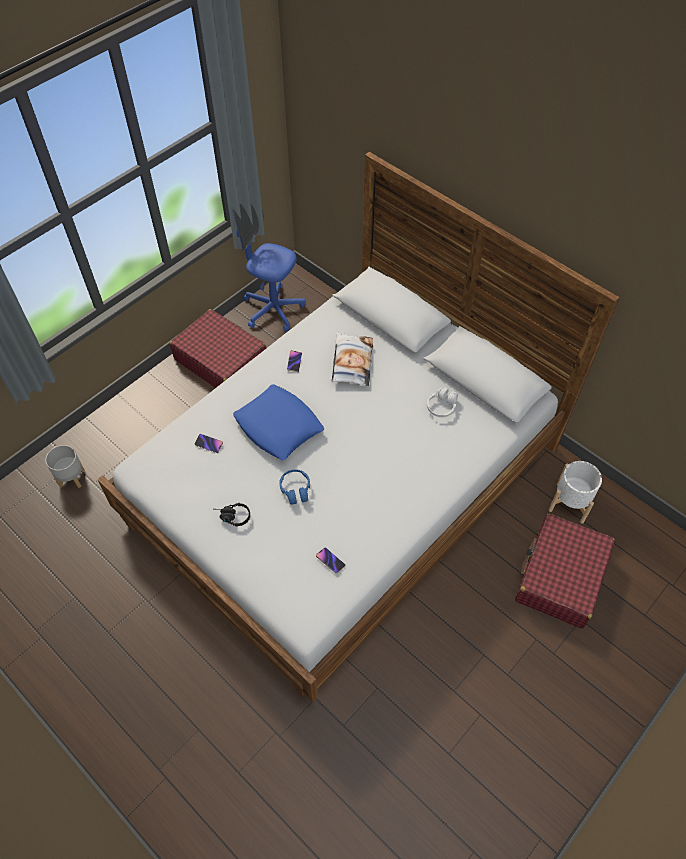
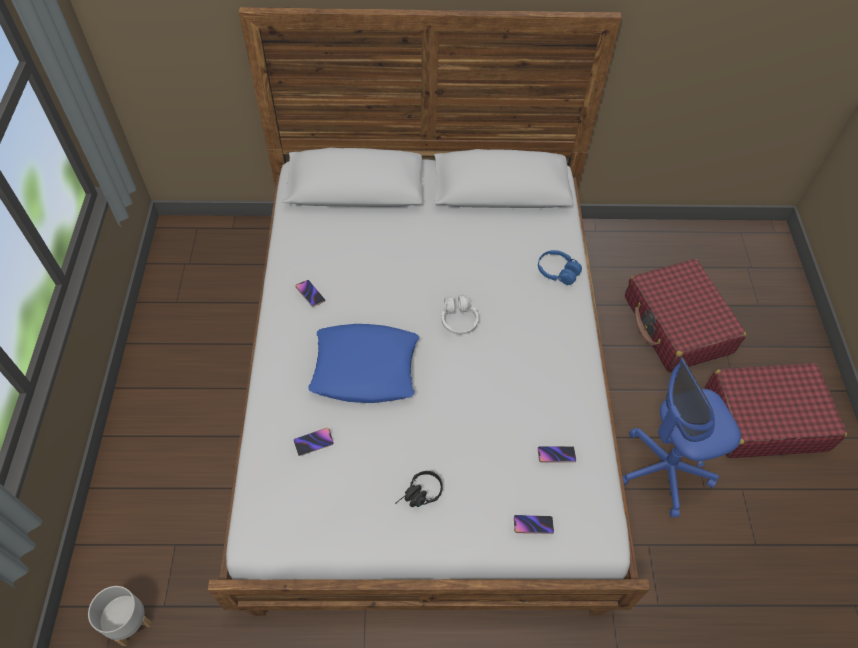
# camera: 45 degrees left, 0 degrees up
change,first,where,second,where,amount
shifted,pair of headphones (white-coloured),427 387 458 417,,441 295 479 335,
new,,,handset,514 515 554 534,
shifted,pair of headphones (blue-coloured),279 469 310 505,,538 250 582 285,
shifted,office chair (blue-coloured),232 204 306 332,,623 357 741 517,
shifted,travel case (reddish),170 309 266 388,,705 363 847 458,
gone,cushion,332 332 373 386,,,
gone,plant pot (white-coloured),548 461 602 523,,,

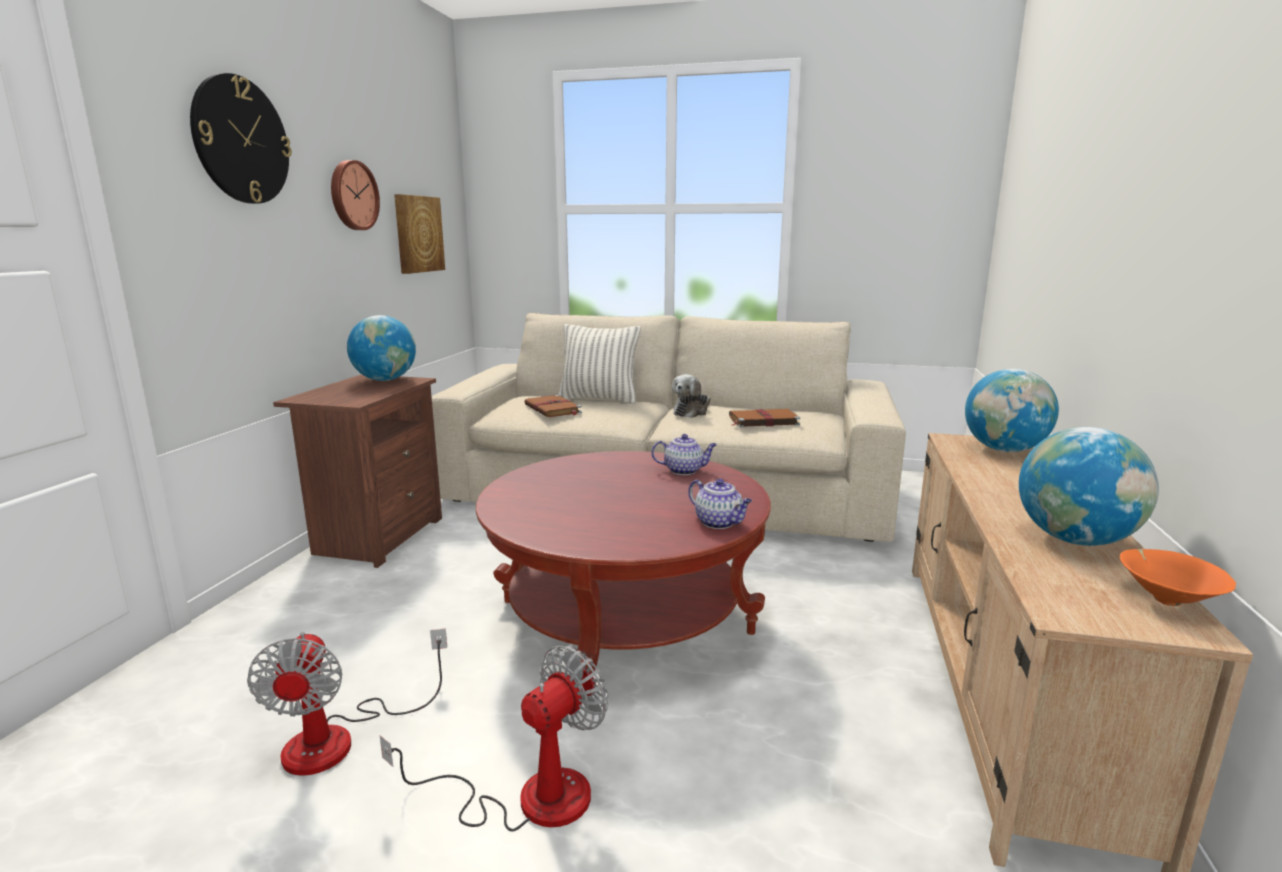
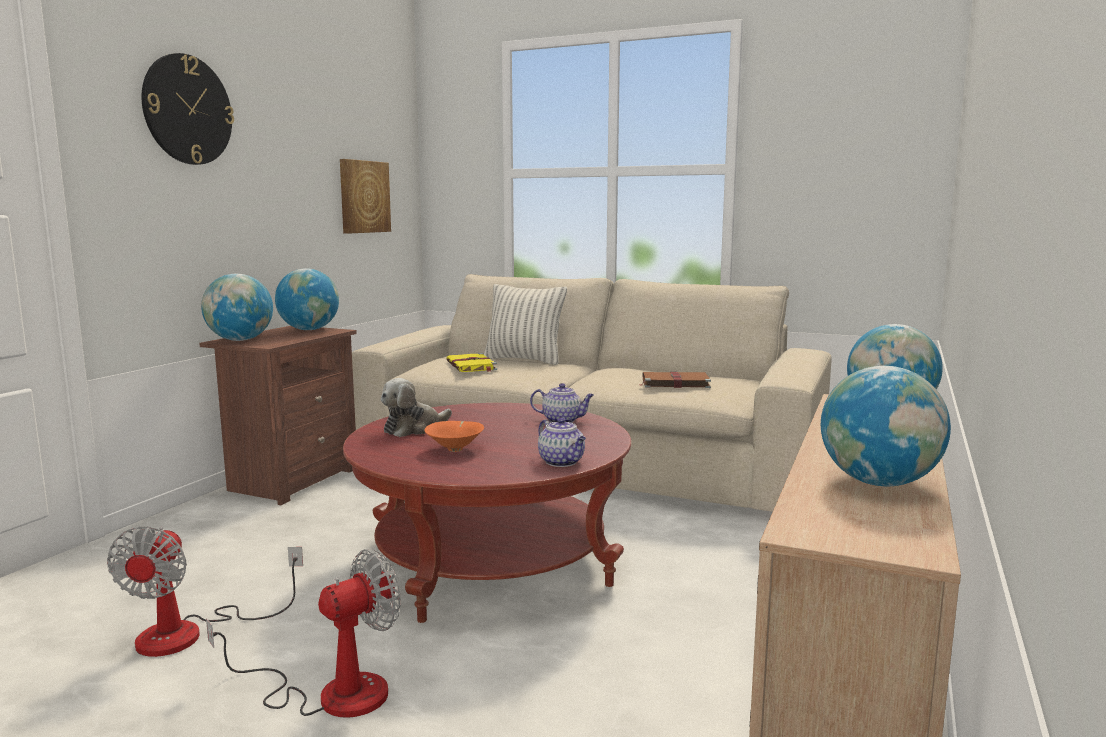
# camera: 10 degrees right, 5 degrees down
change,first,where,second,where,amount
new,,,globe,201 274 273 341,
shifted,cuddly toy,672 374 711 418,,381 378 452 437,
shifted,serving bowl (orange-coloured),1120 549 1236 606,,424 421 484 452,
repainted,volume (brown-coloured),524 395 582 417,volume (yellow-coloured),446 353 497 372,
gone,wall clock,331 160 380 230,,,

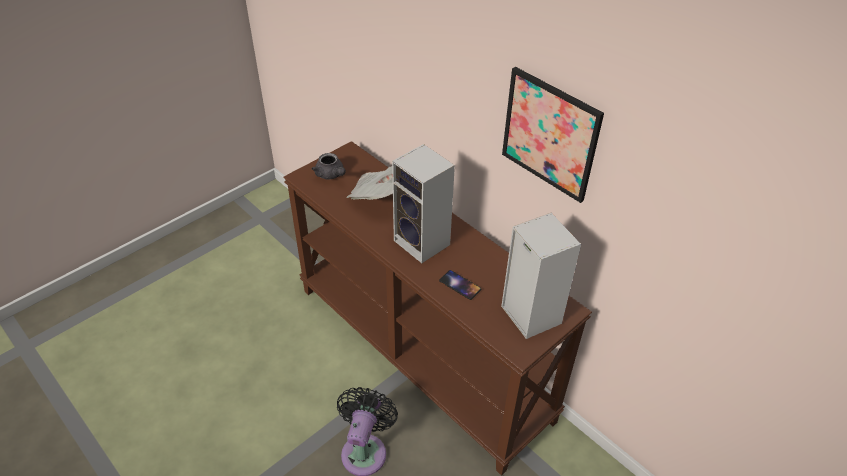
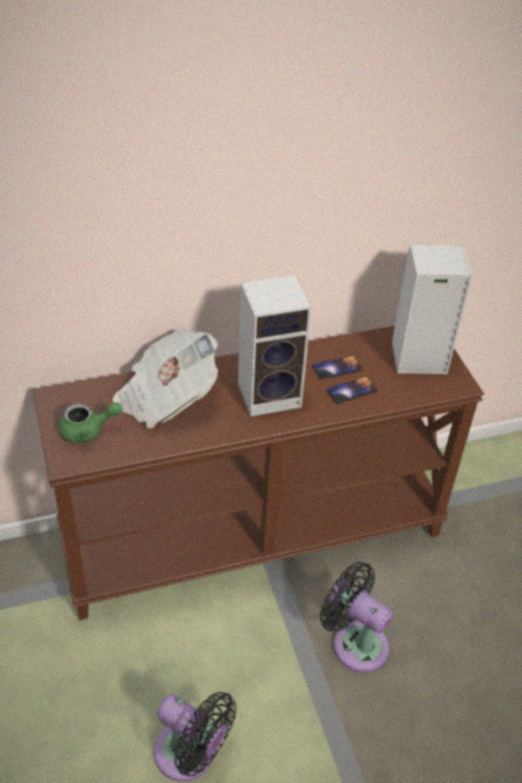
# camera: 65 degrees left, 0 degrees up
change,first,where,second,where,amount
repainted,pot for tea (greyish),312 153 346 179,pot for tea (green-coloured),59 402 122 443,
new,,,electric fan (blackish),154 692 237 782,
new,,,handset,312 356 362 379,
gone,wall picture,502 67 604 203,,,

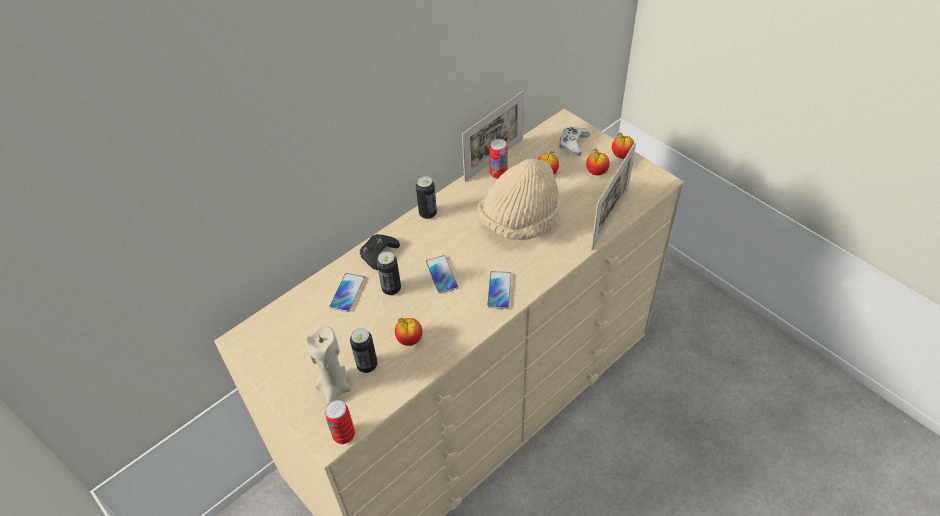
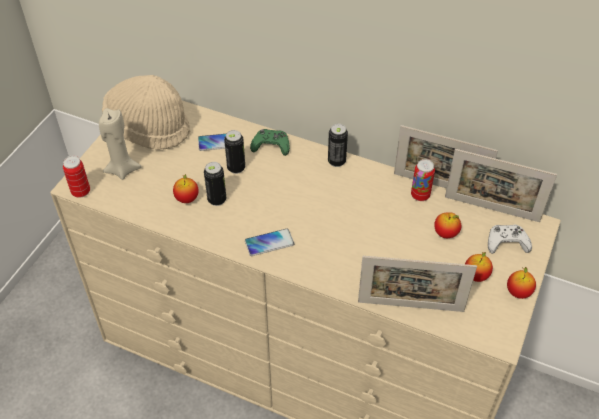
# camera: 65 degrees right, 0 degrees up
change,first,where,second,where,amount
shifted,wearable hat (beige-coloured),477 158 560 240,,102 75 190 149,
shifted,sealed can,350 328 378 373,,204 162 226 206,
repainted,gamepad (blackish),360 234 400 270,gamepad (green-coloured),250 129 290 156,
new,,,picture frame,445 149 557 222,
gone,handset,426 255 459 294,,,

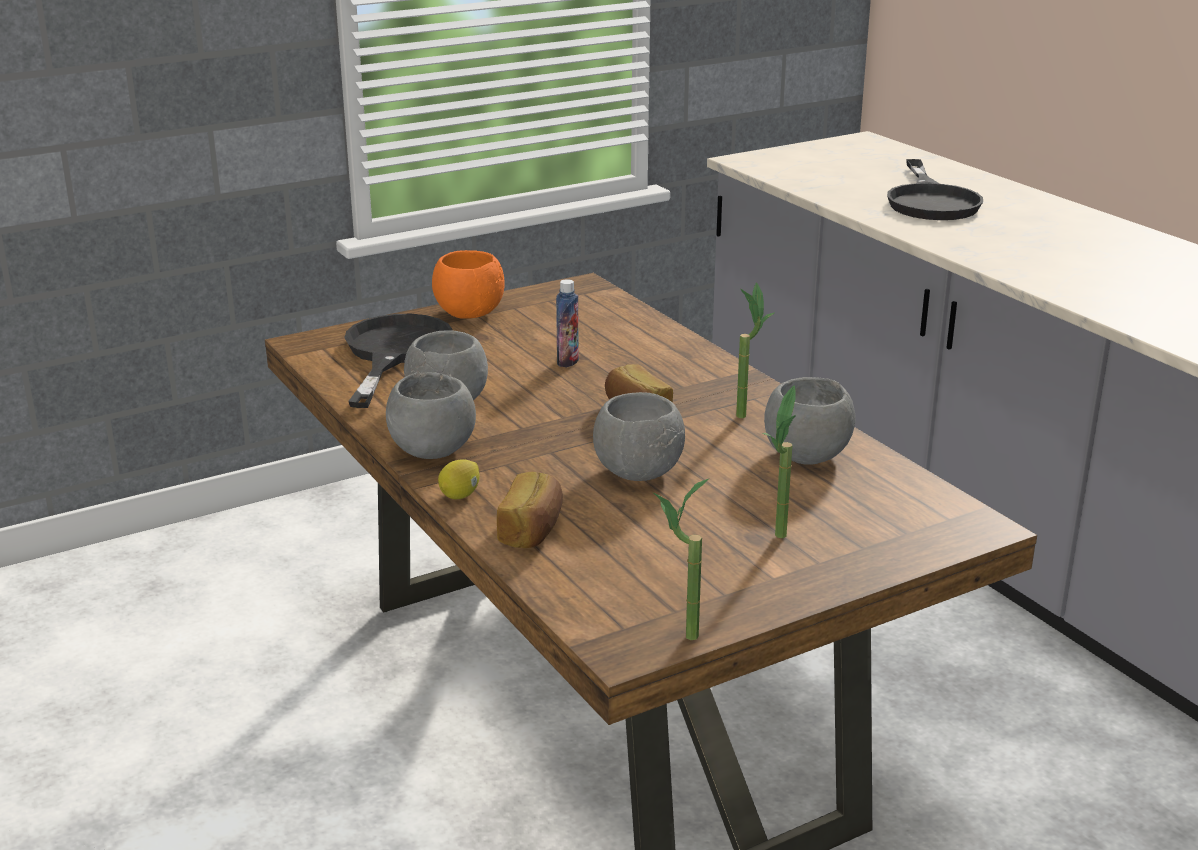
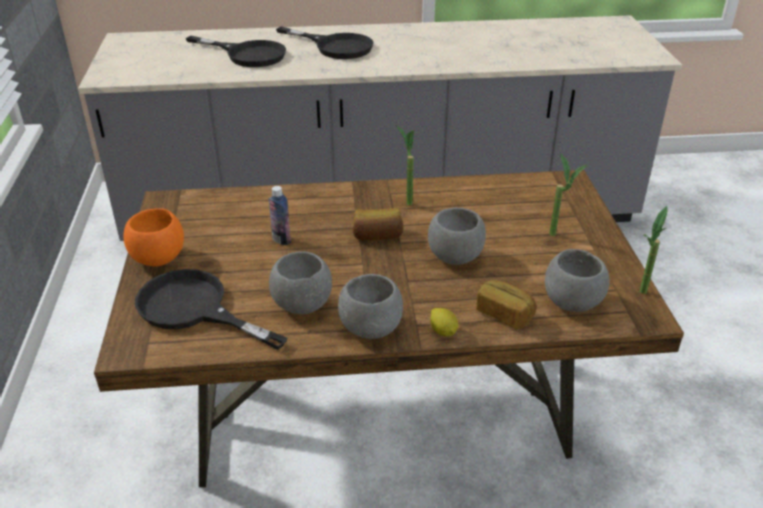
# camera: 65 degrees left, 10 degrees up
change,first,where,second,where,amount
new,,,skillet (blackish),276 26 374 59,
shifted,serving bowl (greyish),764 377 856 465,,545 249 610 312,

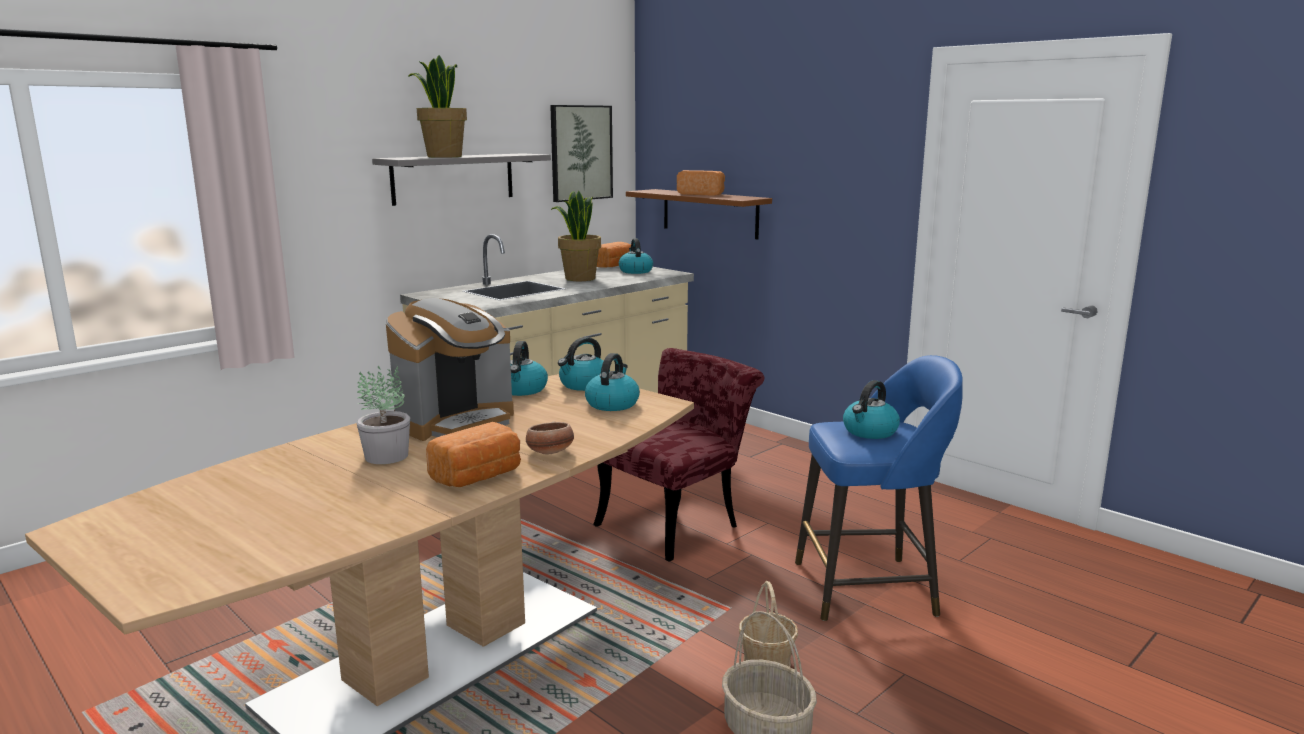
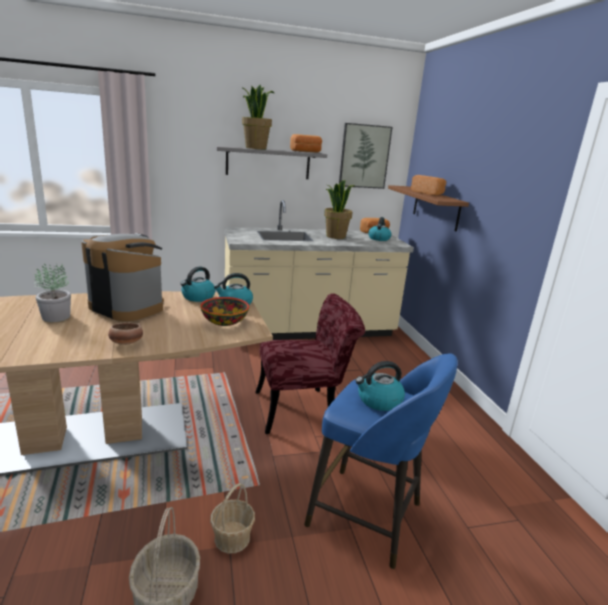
# camera: 30 degrees right, 5 degrees up
change,first,where,second,where,amount
rotated,coffee maker,385 298 514 441,,81 233 164 321,135 degrees counterclockwise
swapped,tea kettle,585 353 640 411,serving bowl,201 297 249 326,
shifted,baked bread,426 422 521 487,,290 134 322 153,

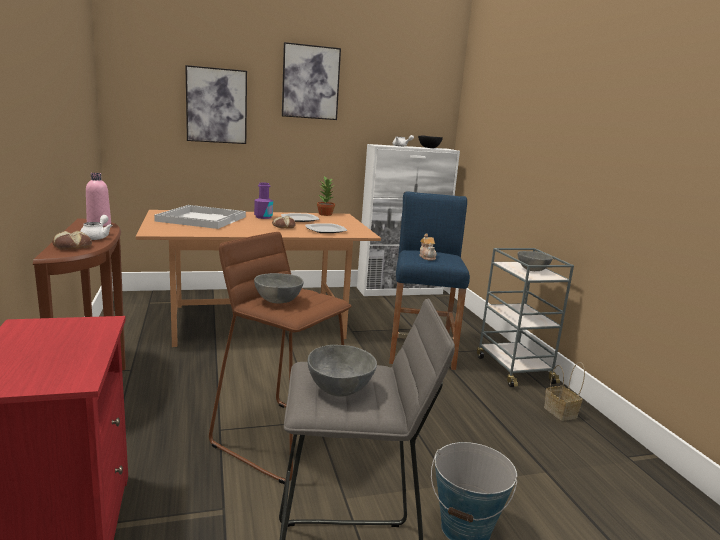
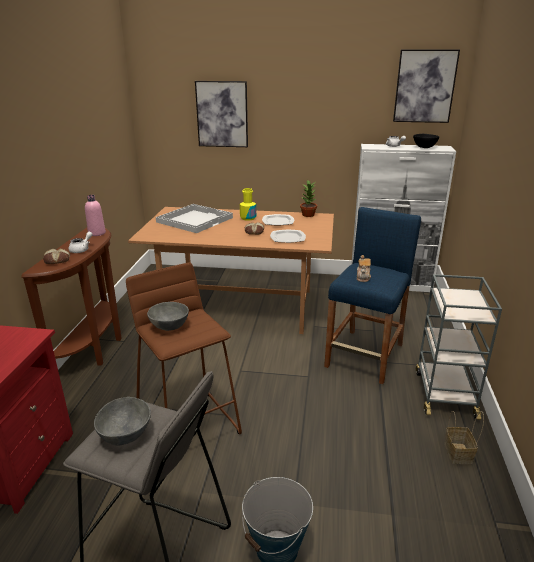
# camera: 25 degrees right, 10 degrees up
change,first,where,second,where,amount
repainted,drink bottle (purple-coloured),254 183 273 219,drink bottle (yellow-coloured),240 188 256 220,
shifted,wall picture,282 42 341 120,,393 49 460 123,
gone,serving bowl (greyish),518 251 553 271,,,

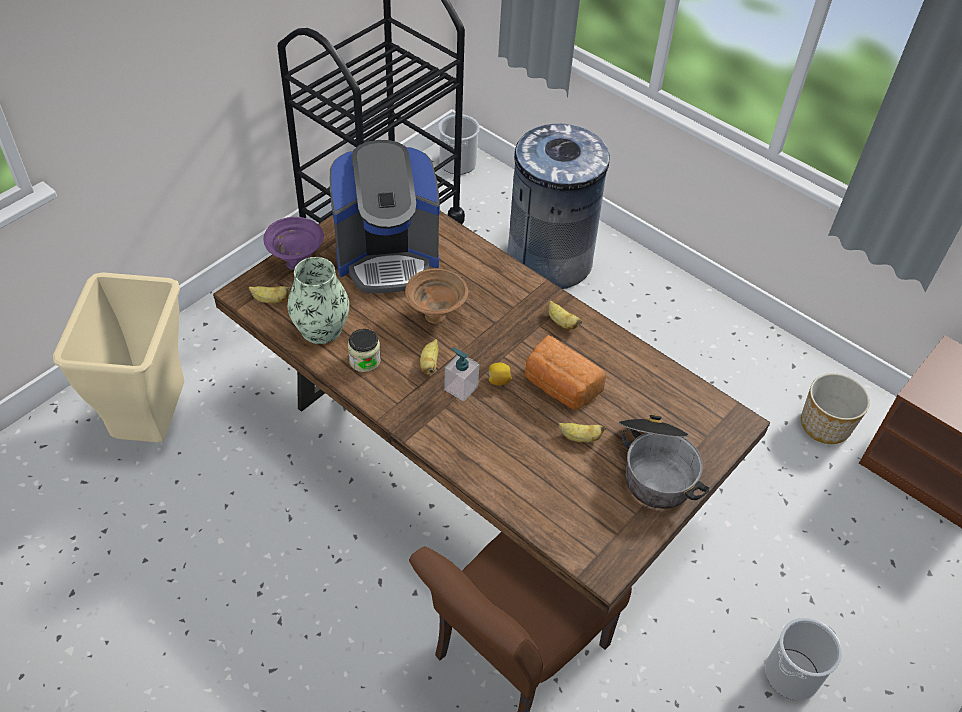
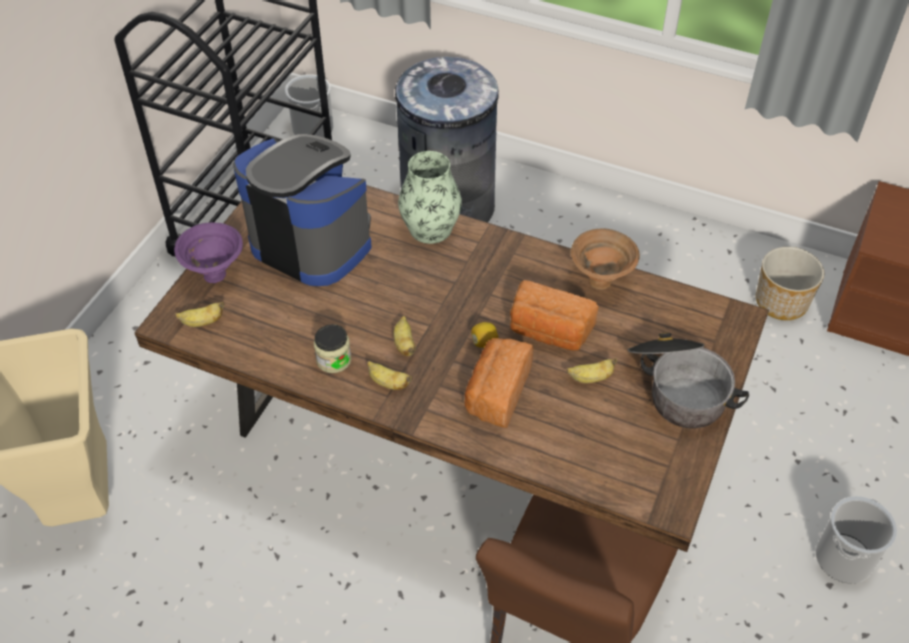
# camera: 15 degrees left, 0 degrees up
change,first,where,second,where,amount
rotated,coffee maker,330 140 440 293,,233 134 372 286,120 degrees counterclockwise
shifted,banana fruit,548 301 582 329,,367 361 412 390,
shifted,decorative vase,287 257 349 344,,398 151 462 244,
new,,,baked bread,465 338 533 428,
shifted,serving bowl (brown-coloured),405 268 468 324,,571 229 640 290,
gone,soap bottle,444 347 479 402,,,

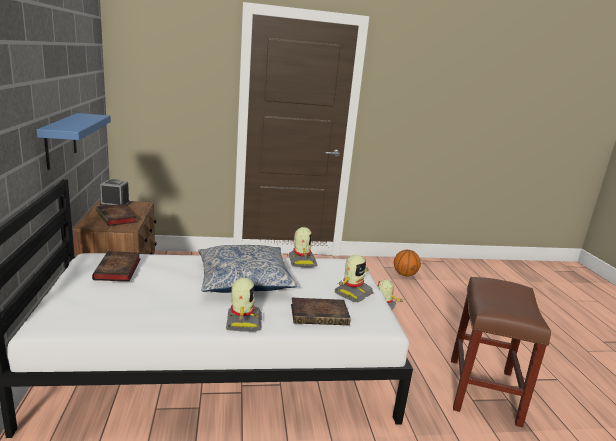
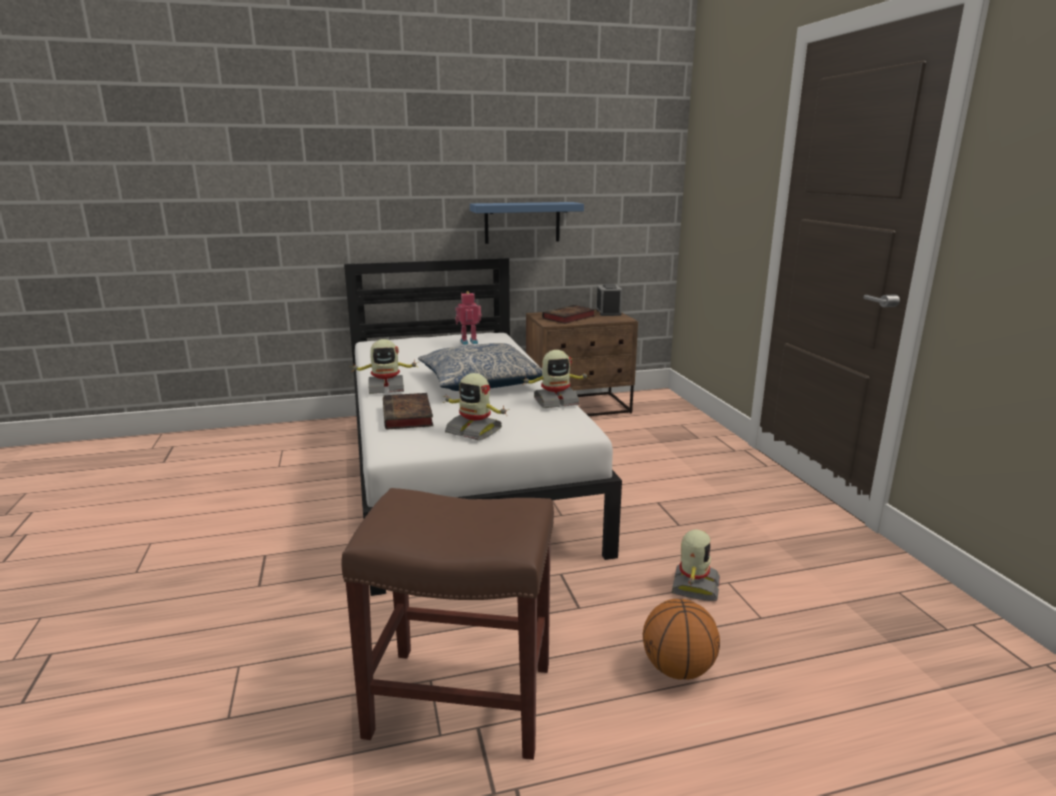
# camera: 85 degrees right, 0 degrees up
change,first,where,second,where,amount
swapped,volume,92 251 141 282,toy robot,455 291 482 345,
shifted,basketball ball,394 250 421 277,,643 599 720 680,

